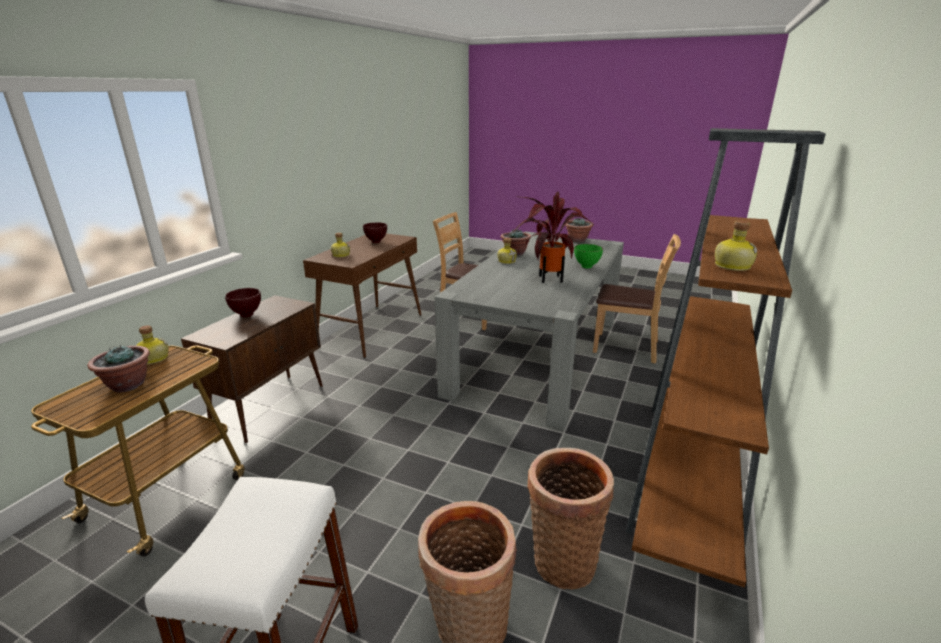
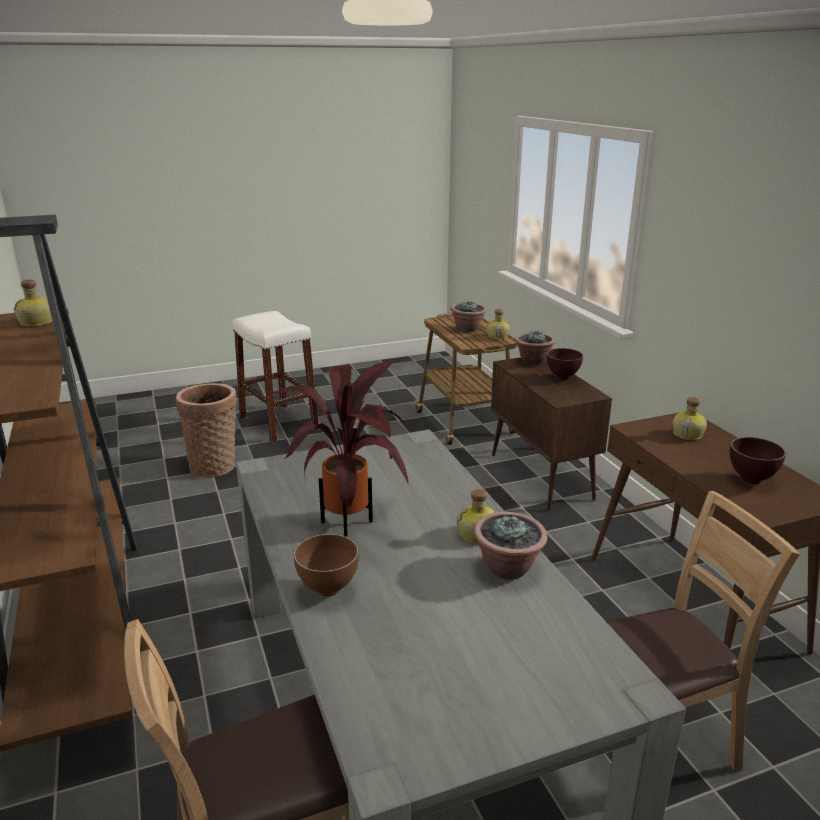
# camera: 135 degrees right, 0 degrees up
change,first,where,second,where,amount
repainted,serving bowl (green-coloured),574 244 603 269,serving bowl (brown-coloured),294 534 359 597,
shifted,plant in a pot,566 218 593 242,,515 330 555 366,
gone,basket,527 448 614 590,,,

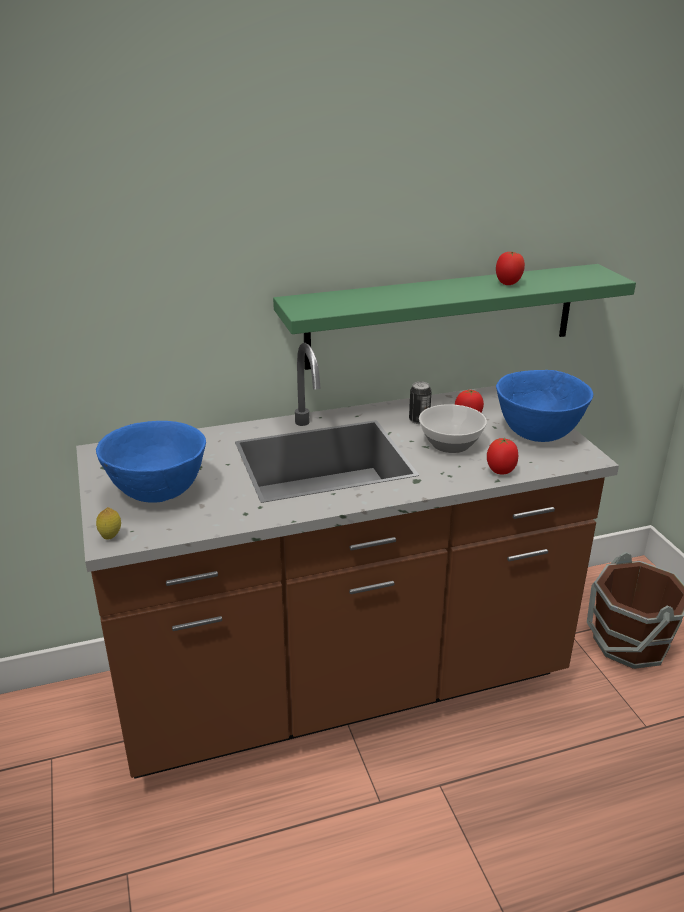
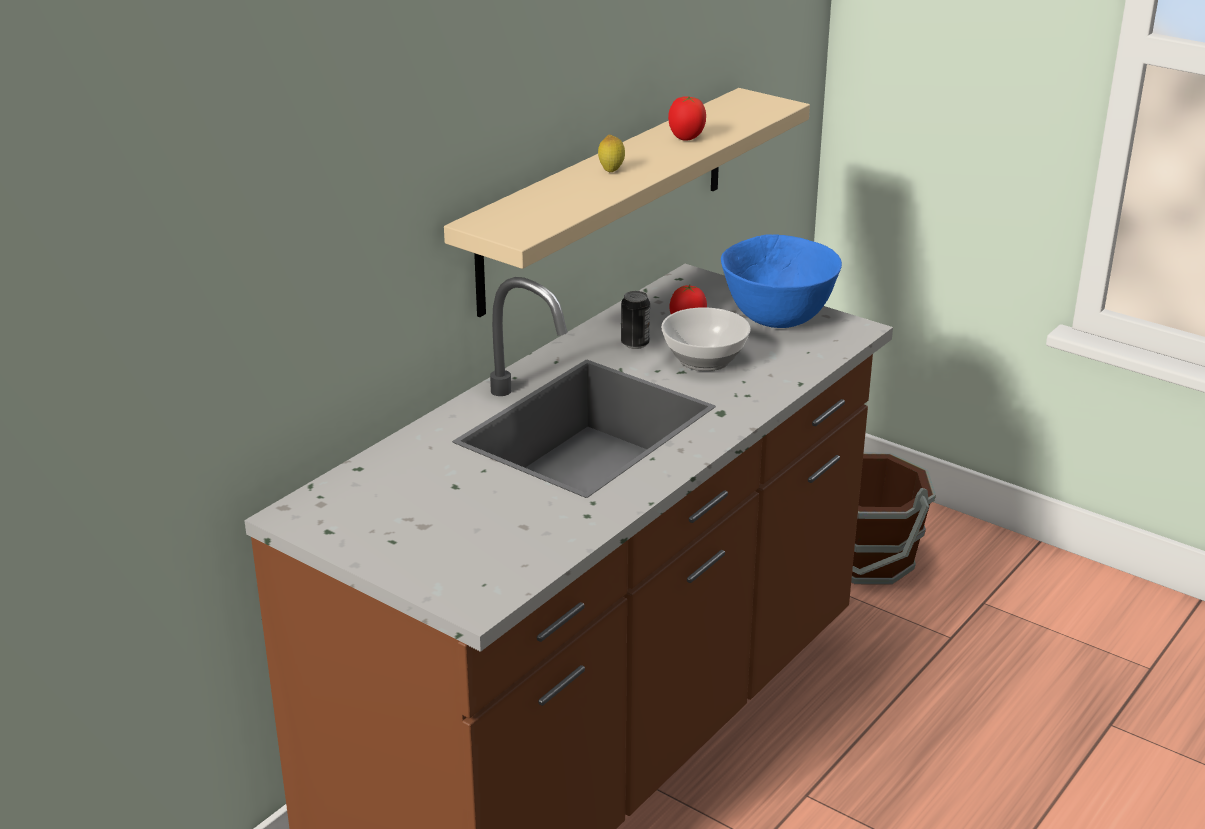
# camera: 35 degrees left, 0 degrees up
change,first,where,second,where,amount
repainted,bracket shelf (green-coloured),273 264 636 370,bracket shelf (beige-coloured),444 88 810 317,
shifted,whole lemon,96 507 121 540,,598 134 625 172,
gone,serving bowl (blue-coloured),96 421 206 503,,,
gone,tomato,487 438 518 475,,,

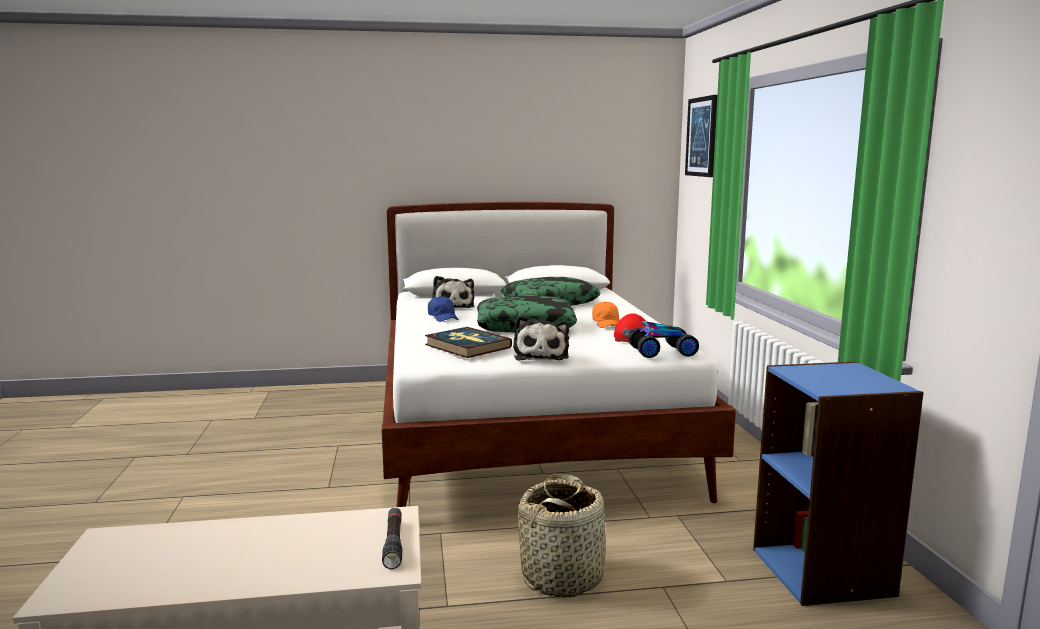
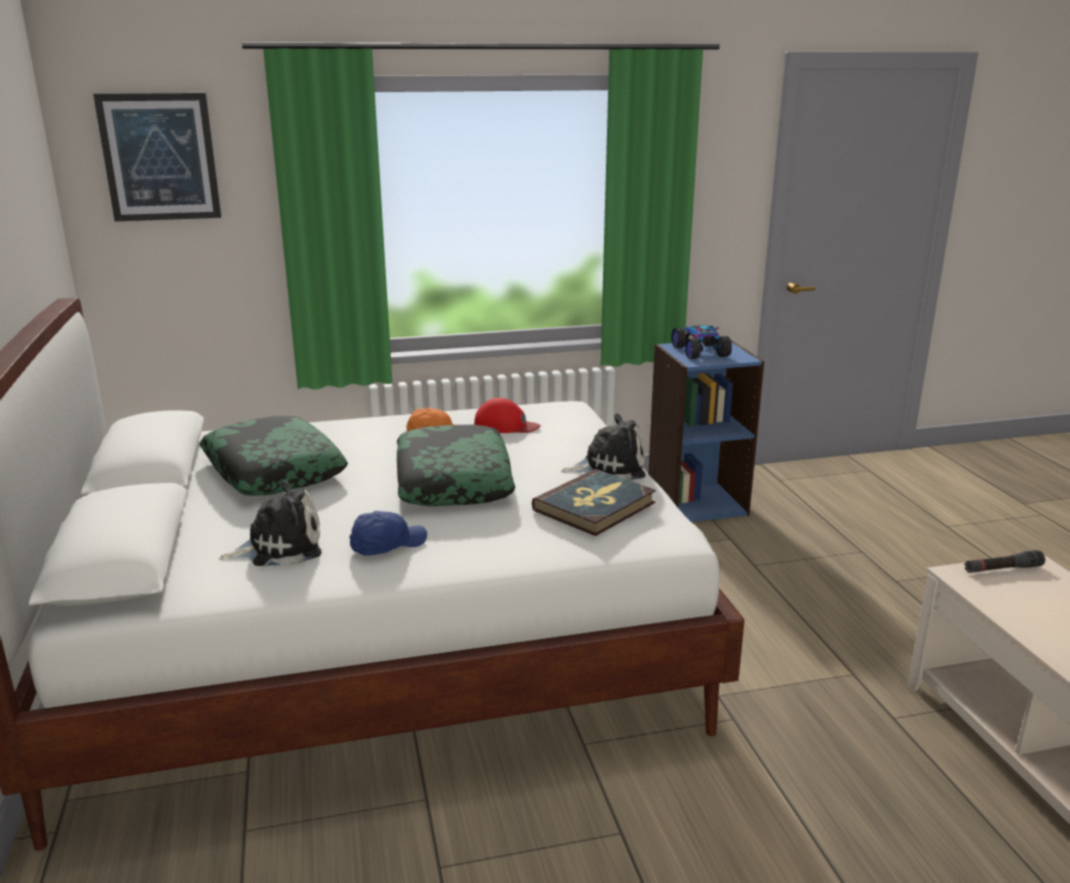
# camera: 95 degrees left, 10 degrees up
change,first,where,second,where,amount
shifted,miniature car,628 321 699 358,,672 325 732 359,
gone,basket,518 474 607 598,,,

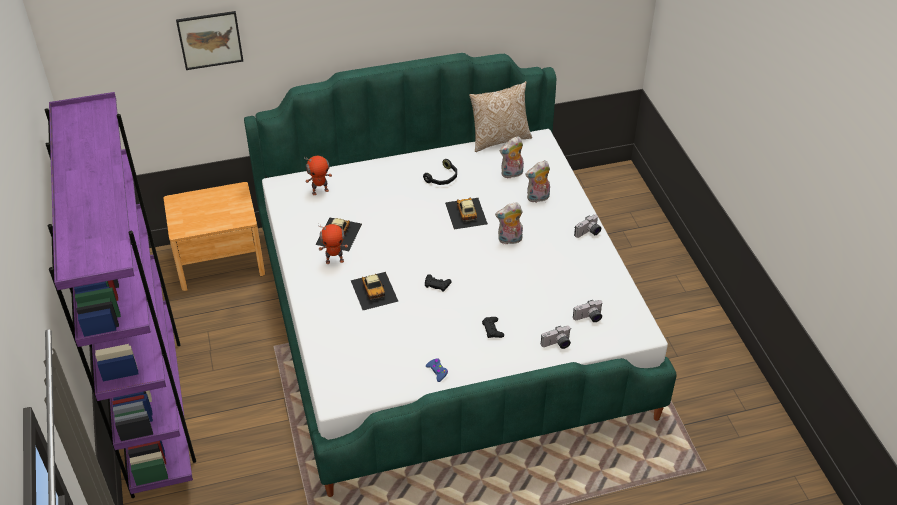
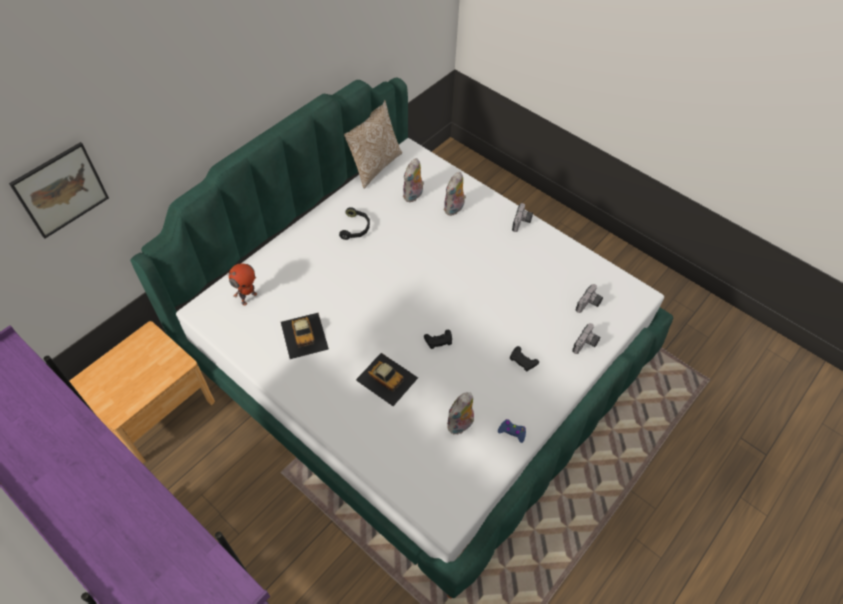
# camera: 35 degrees left, 10 degrees up
change,first,where,second,where,amount
shifted,cuddly toy,495 202 523 244,,447 392 474 434,
gone,toy robot,318 224 348 264,,,
gone,miniature car,445 198 488 229,,,

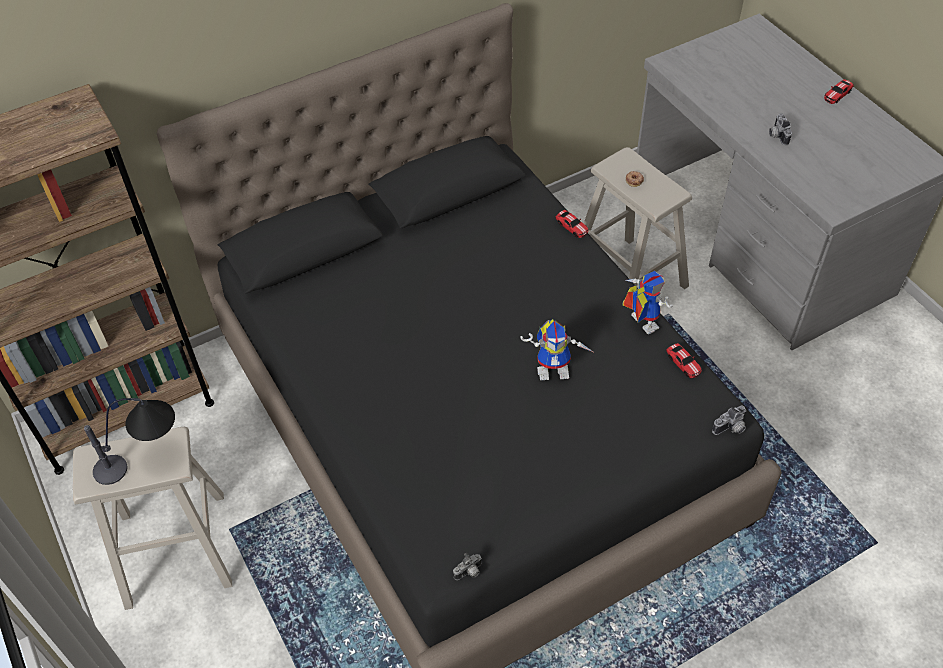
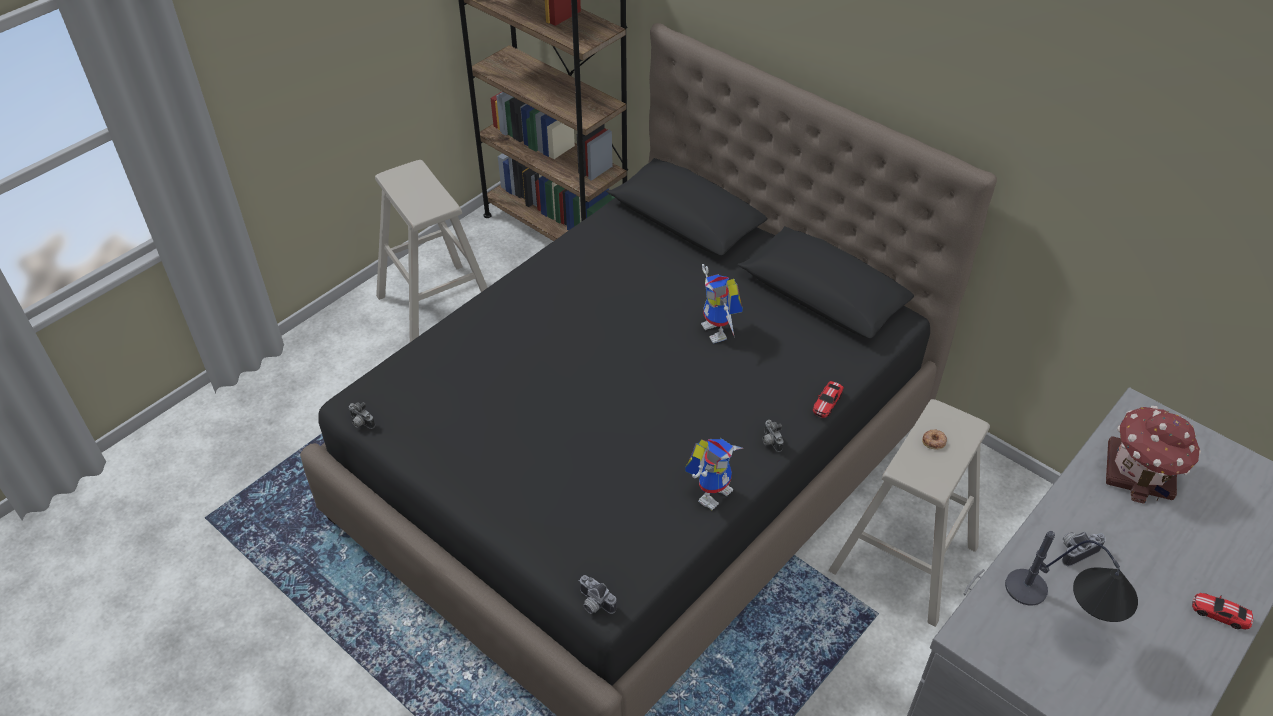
# camera: 70 degrees right, 5 degrees down
change,first,where,second,where,amount
shifted,toy robot,520 319 593 380,,701 264 743 344,
new,,,photo camera,762 420 784 452,
shifted,lamp for a table,84 398 175 485,,1005 531 1138 622,
new,,,miniature house,1106 406 1201 504,
gone,miniature car,666 343 702 378,,,

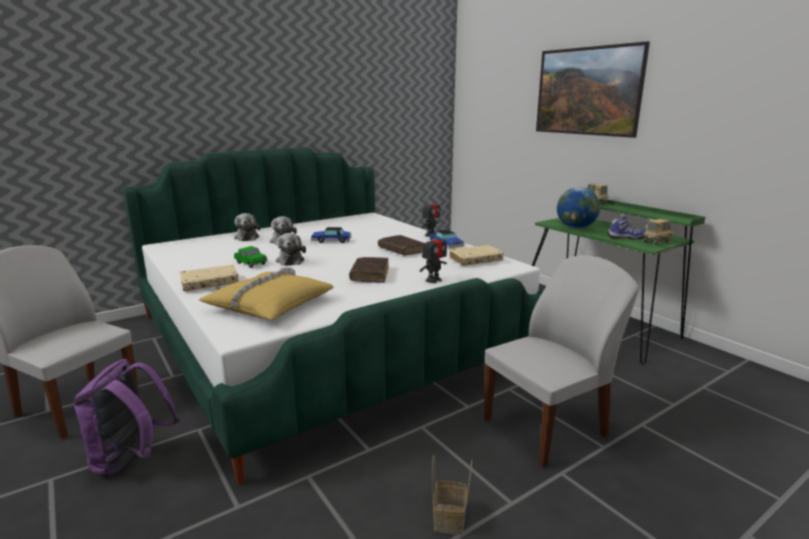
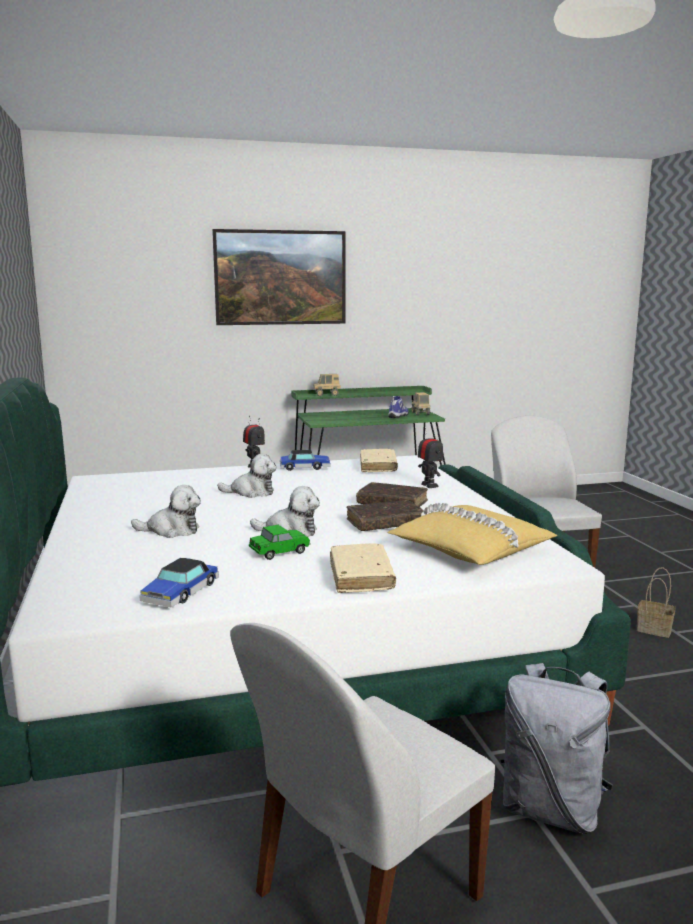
# camera: 70 degrees left, 5 degrees down
change,first,where,second,where,amount
shifted,miniature car,311 227 351 243,,139 558 219 607,
shifted,cuddly toy,234 213 260 241,,217 454 276 498,
shifted,volume (brown-coloured),378 235 425 255,,346 500 423 531,
repainted,knapsack (purple-coloured),74 359 180 477,knapsack (greyish),500 663 614 834,
gone,globe,557 187 600 229,,,

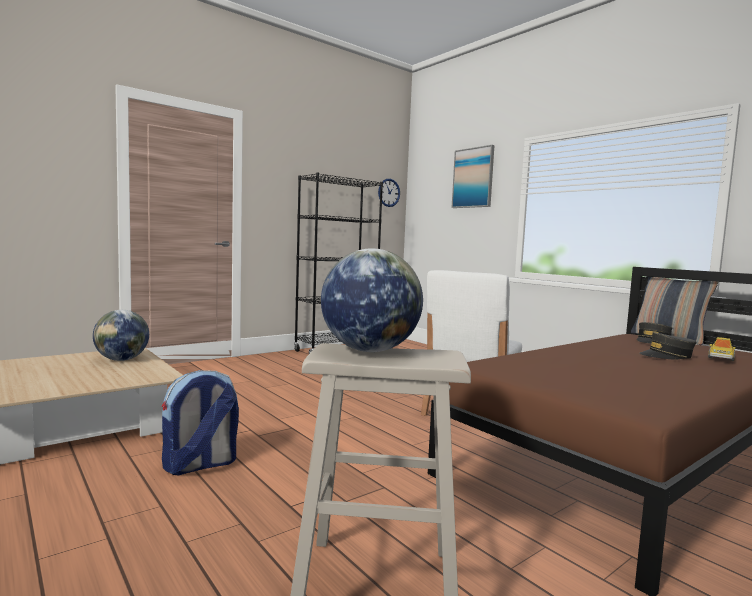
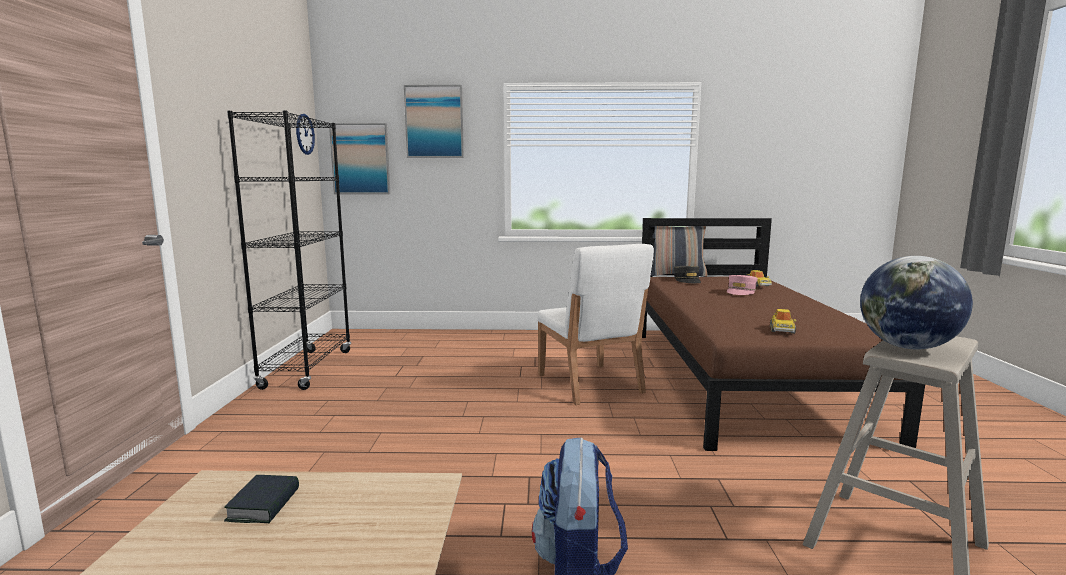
# camera: 50 degrees left, 5 degrees up
change,first,where,second,where,amount
swapped,globe,93 310 149 361,volume,224 475 299 523,
new,,,wall picture,329 123 390 194,
repainted,peaked cap (greyish),639 332 696 360,peaked cap (pink-coloured),727 275 758 295,
new,,,miniature car,770 309 796 334,

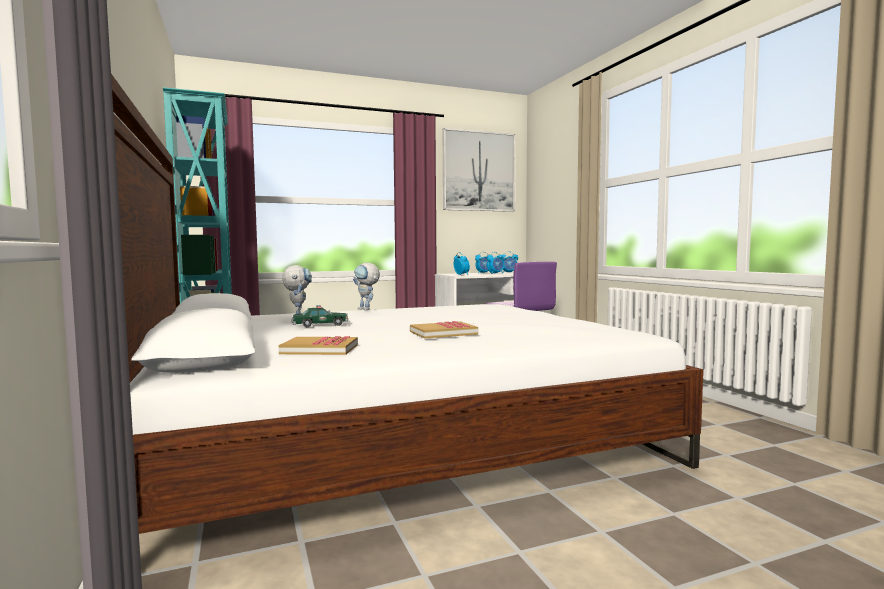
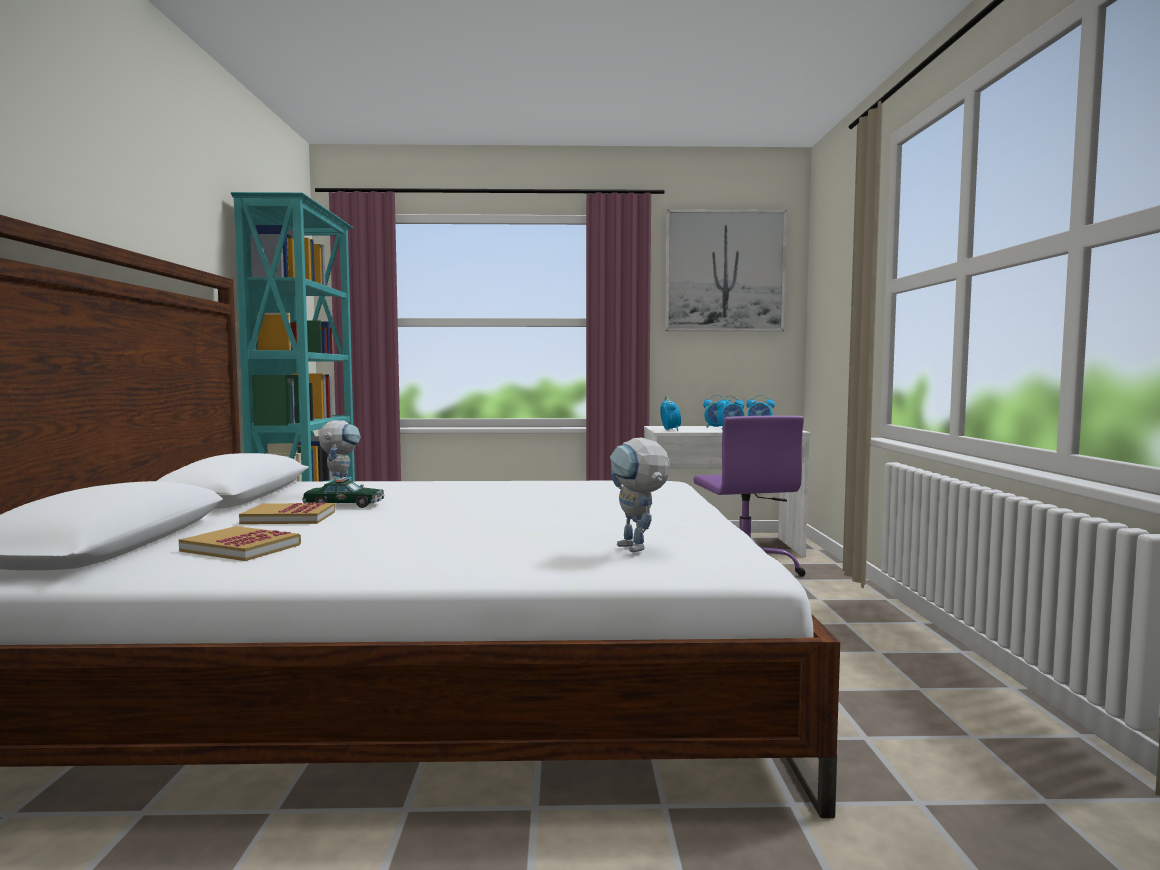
# camera: 20 degrees right, 0 degrees up
change,first,where,second,where,amount
shifted,volume,410 321 478 338,,239 502 335 524,
shifted,toy robot,353 263 380 310,,610 438 670 552,

